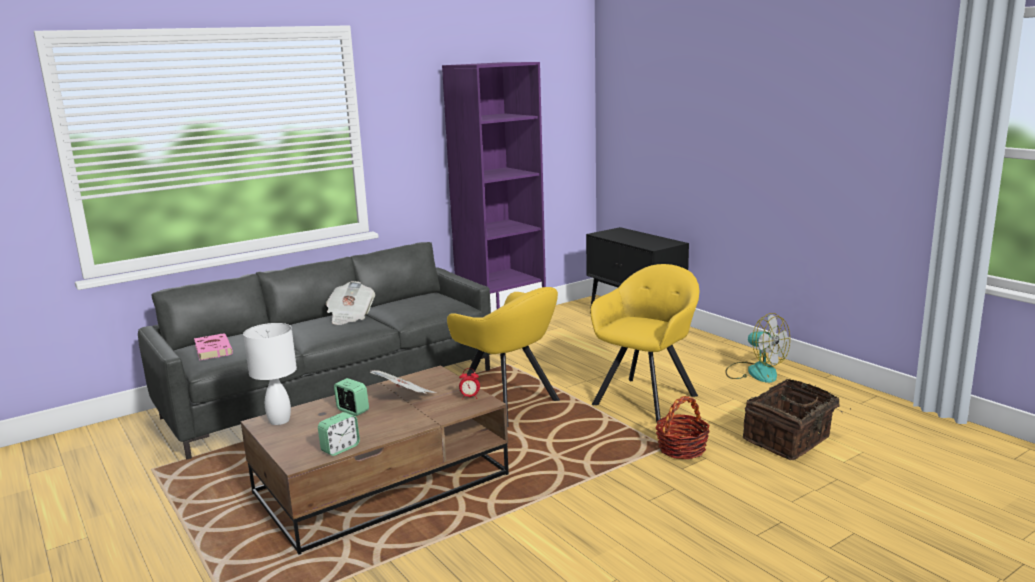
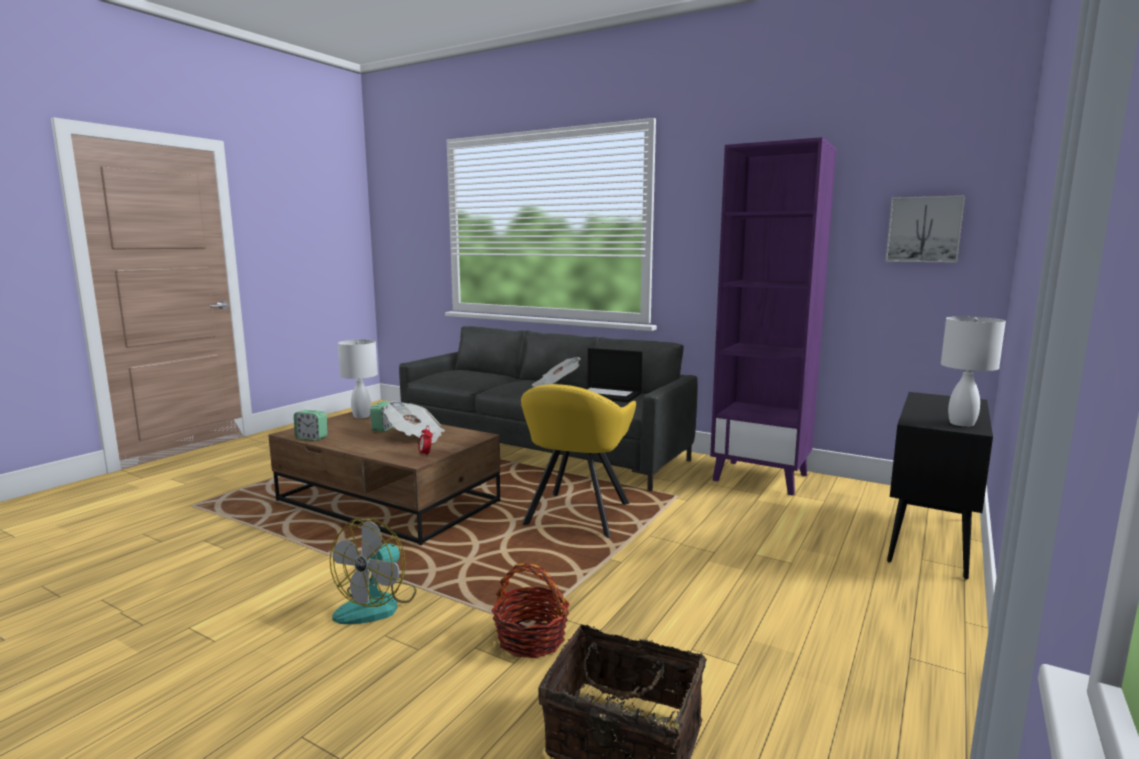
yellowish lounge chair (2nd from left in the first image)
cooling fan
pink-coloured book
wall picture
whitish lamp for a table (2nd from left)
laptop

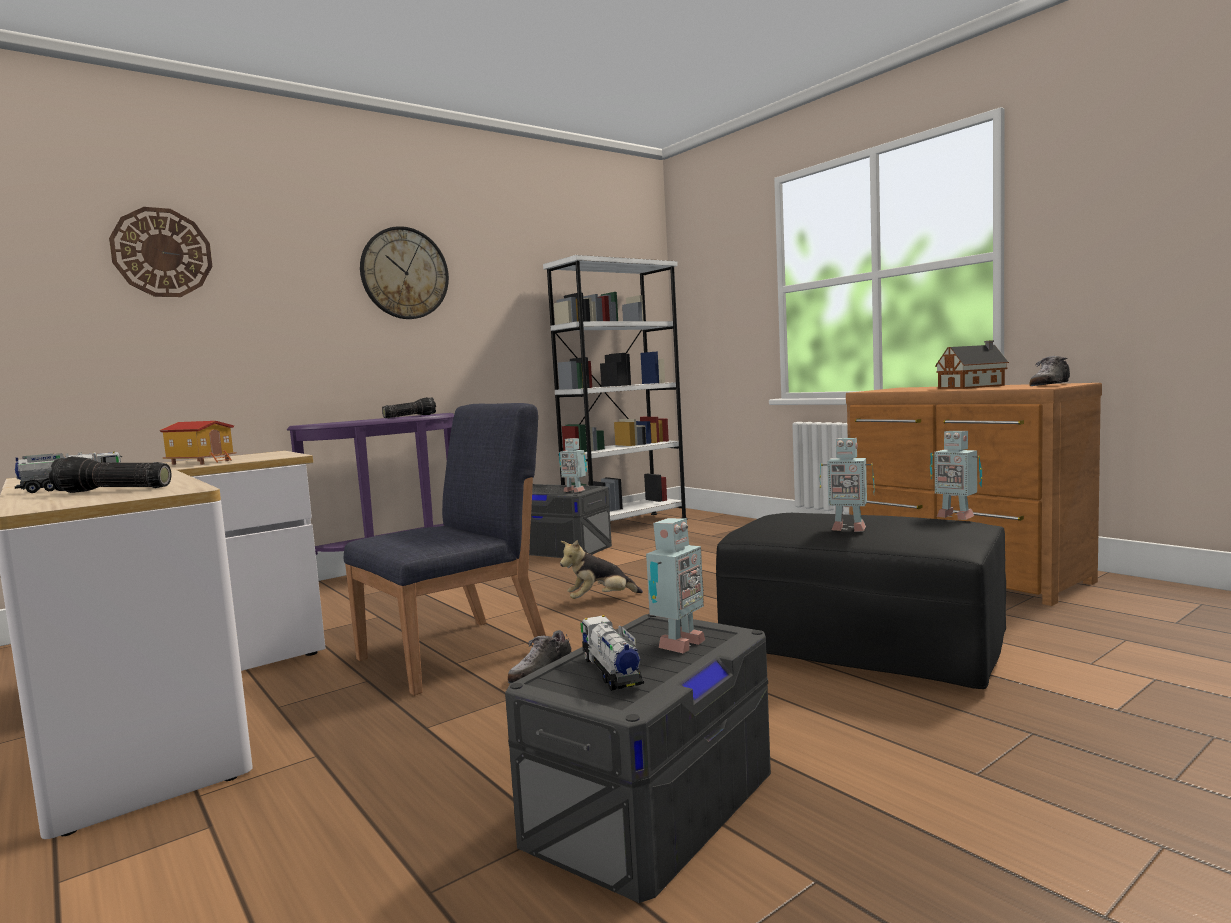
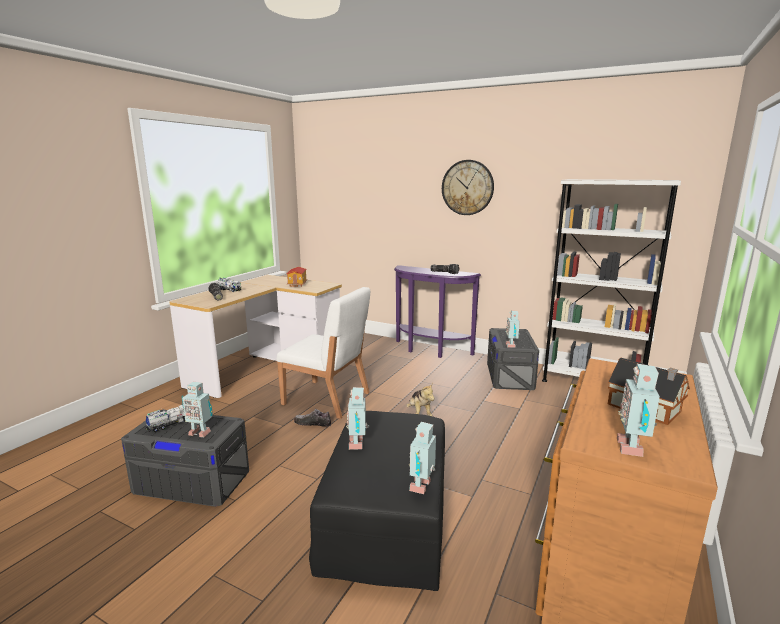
clock on the wall (1st from left in the first image)
robot figure (5th from left)
whitish chair
cuddly toy

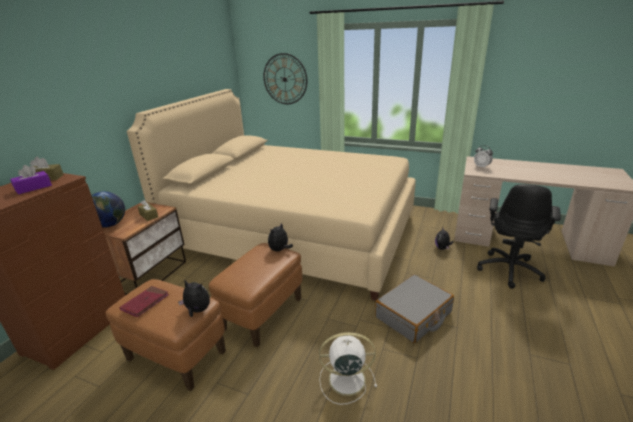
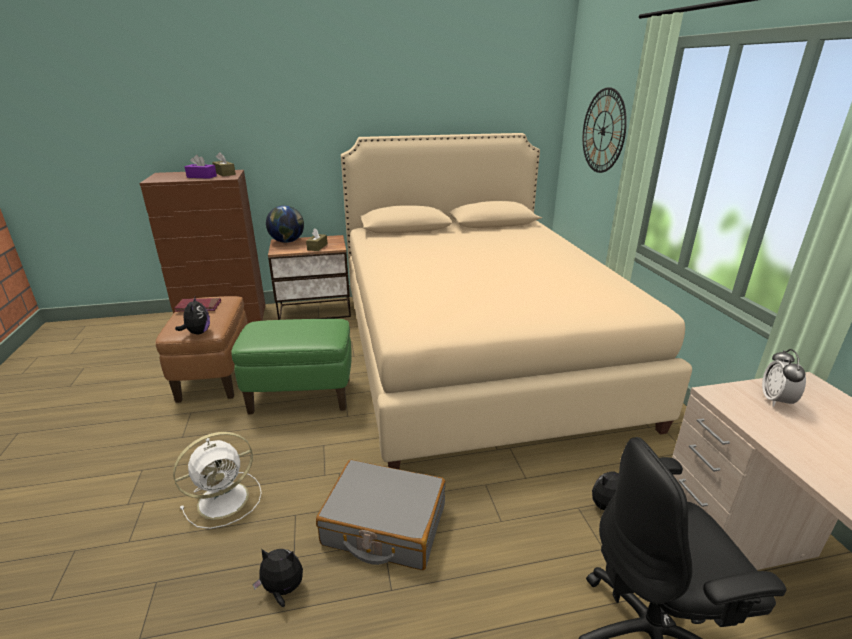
cuddly toy (2nd from left)
green-coloured footrest
whitish cooling fan

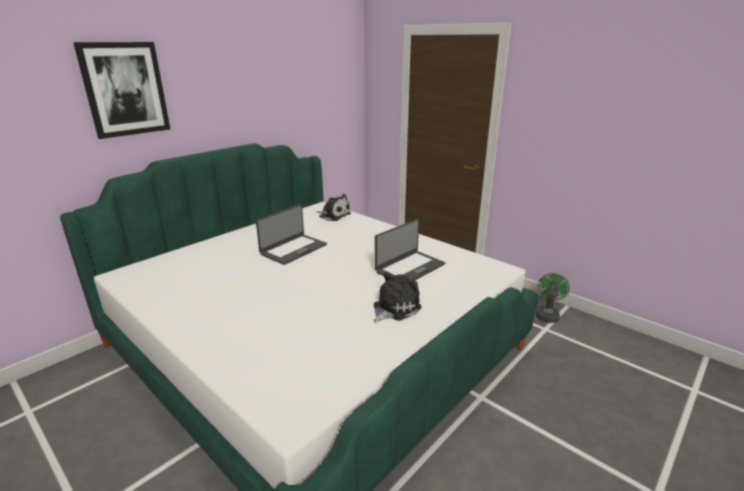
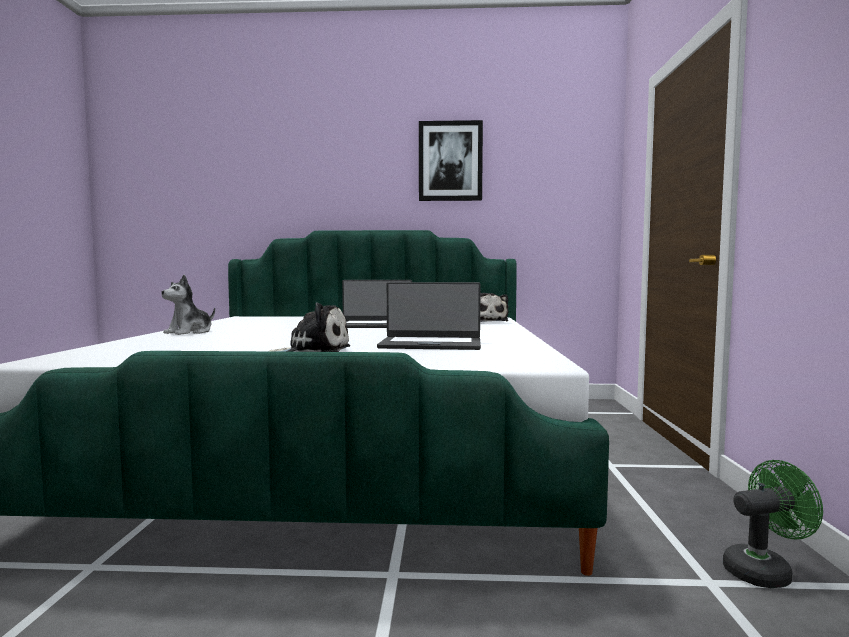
wall picture
cuddly toy (1st from left)

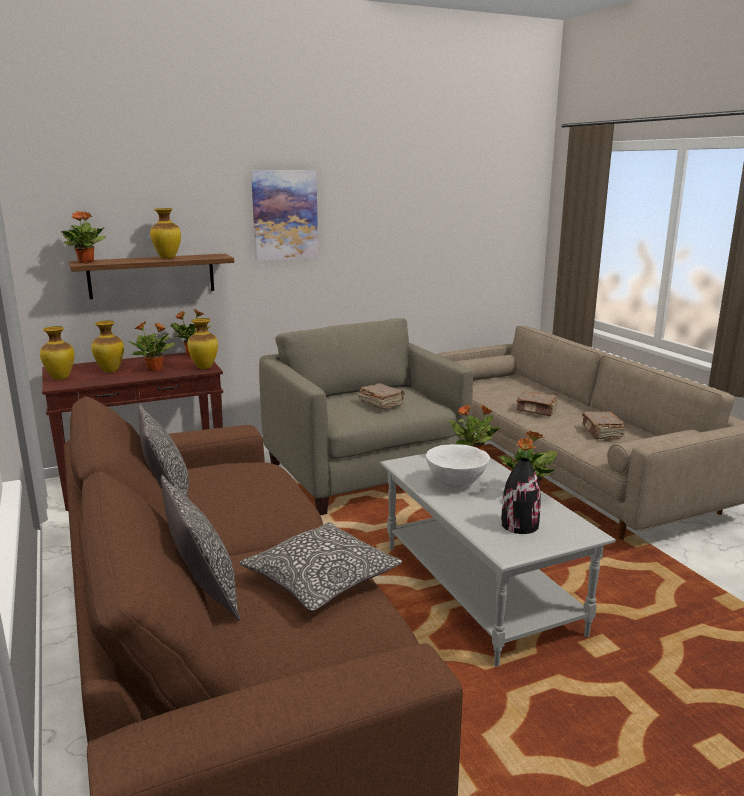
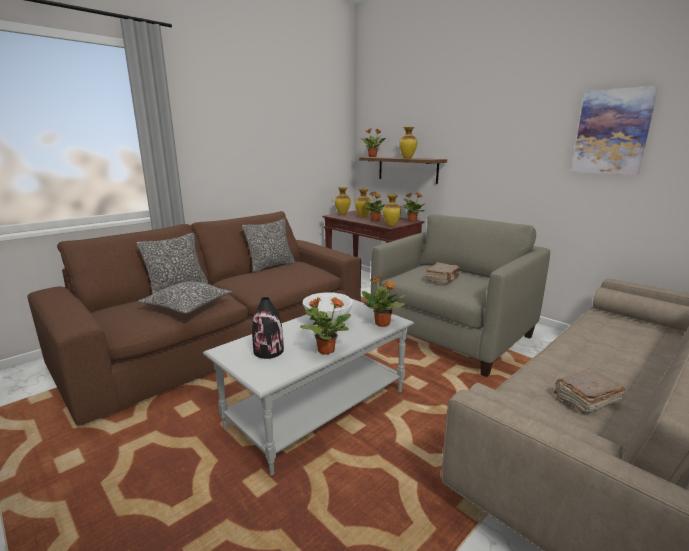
wall picture
brownish book (2nd from left in the first image)

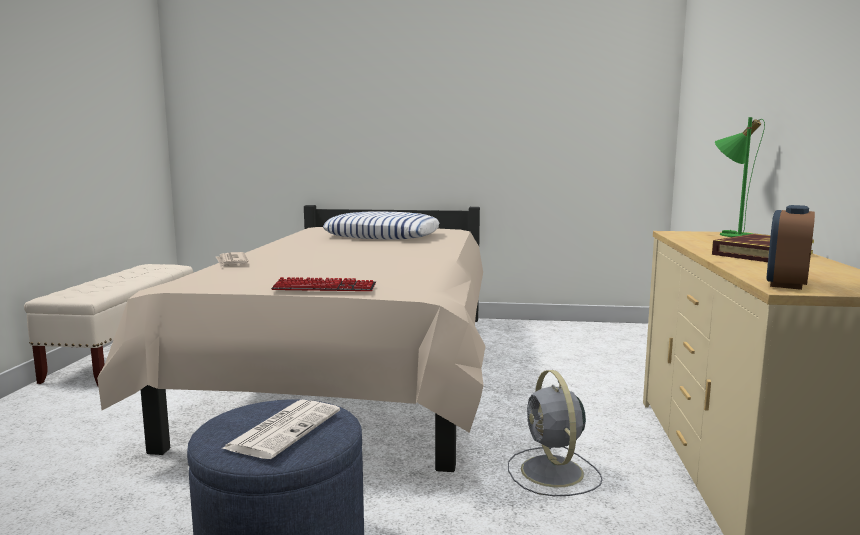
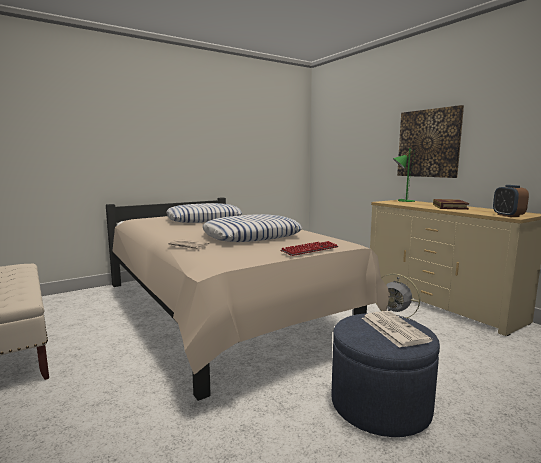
wall picture
cushion (2nd from left)

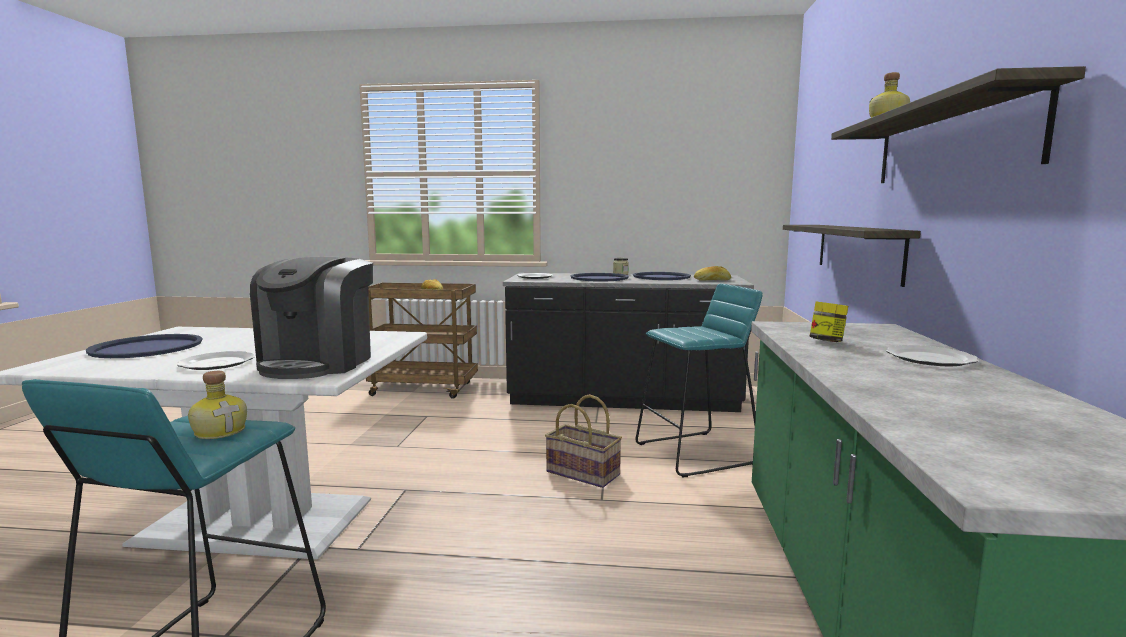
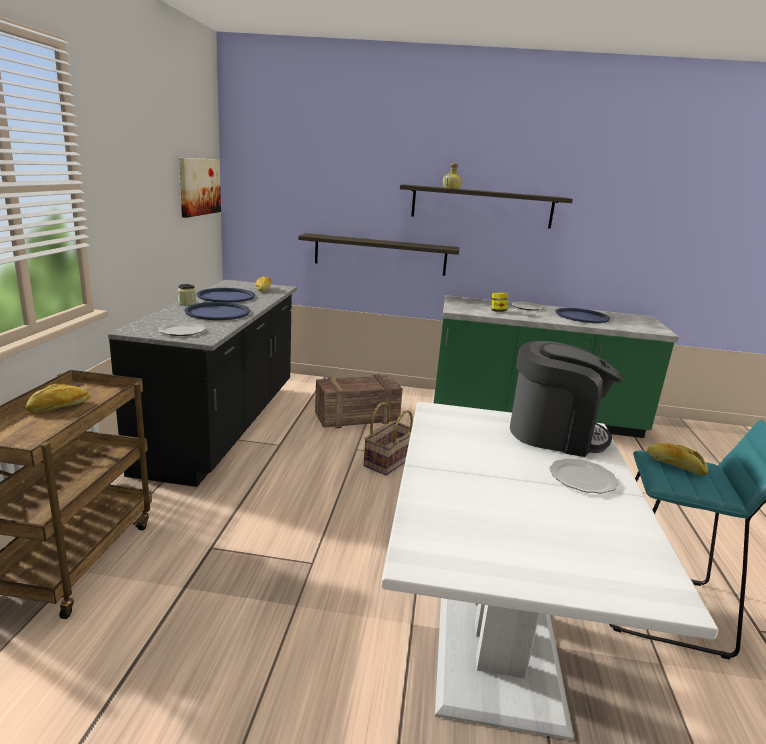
packing crate
blue serving tray (3rd from left)
baked bread (3rd from left)
wall picture

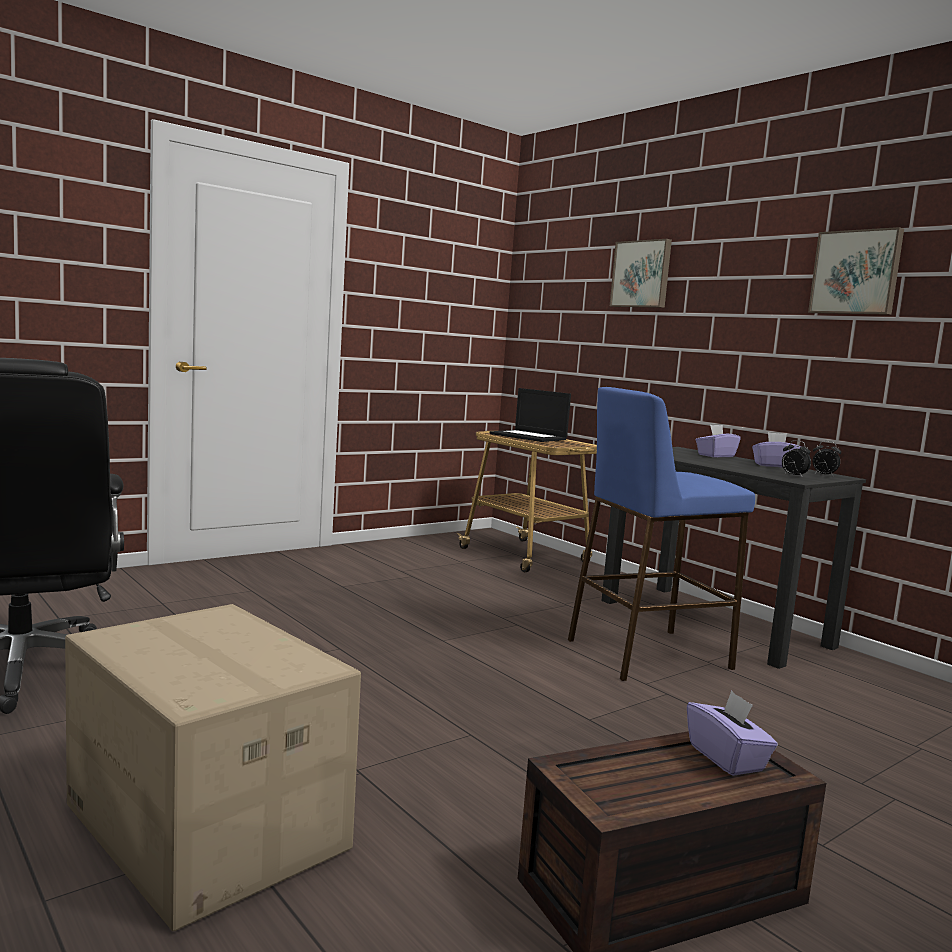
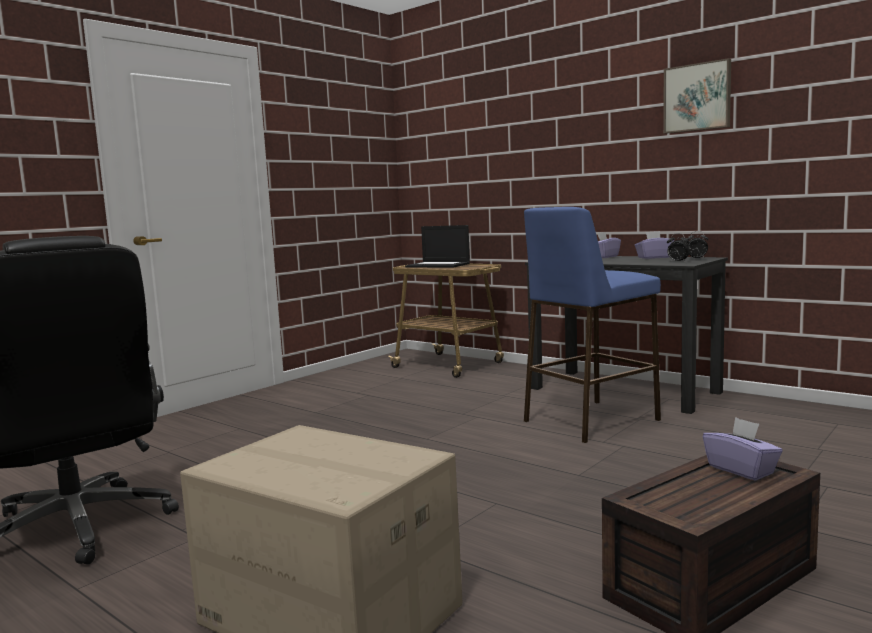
wall picture (1st from left in the first image)

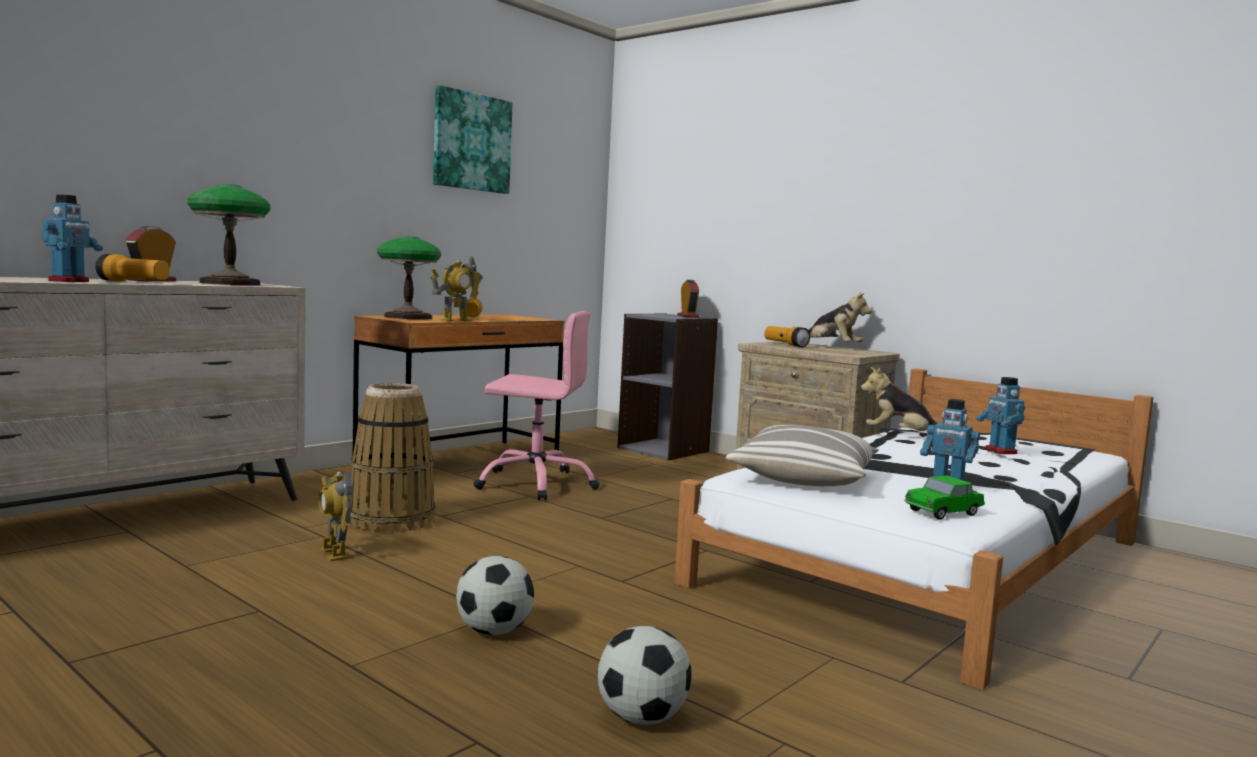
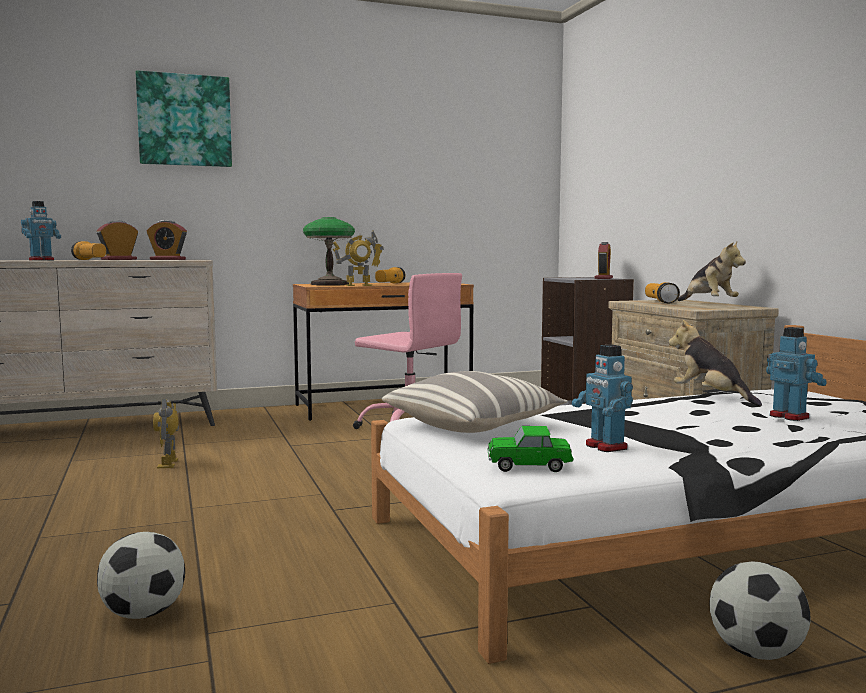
wall picture
alarm clock (2nd from left)
robot figure (5th from left)
basket
football (2nd from left)

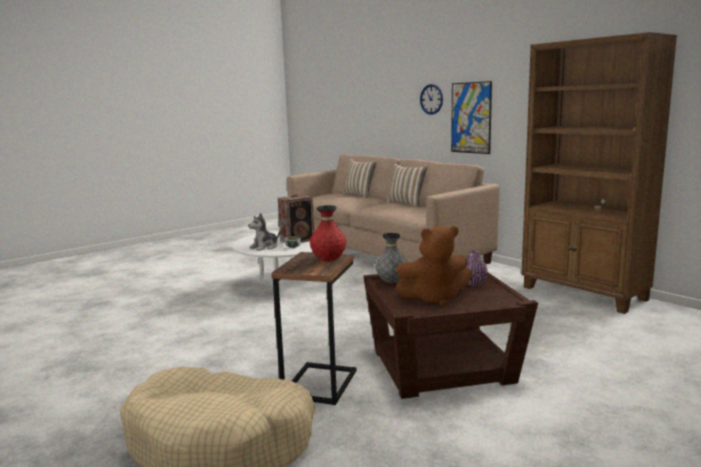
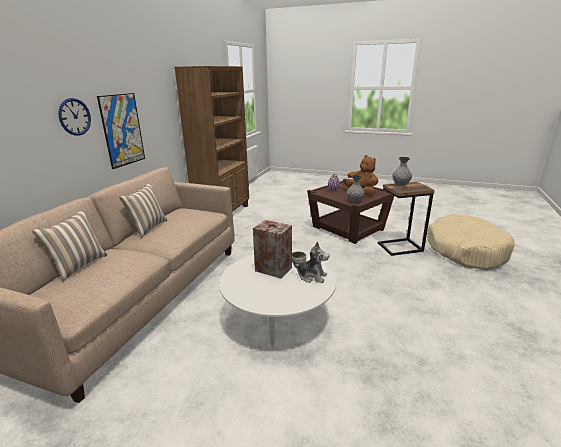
gray decorative vase (2nd from left)

